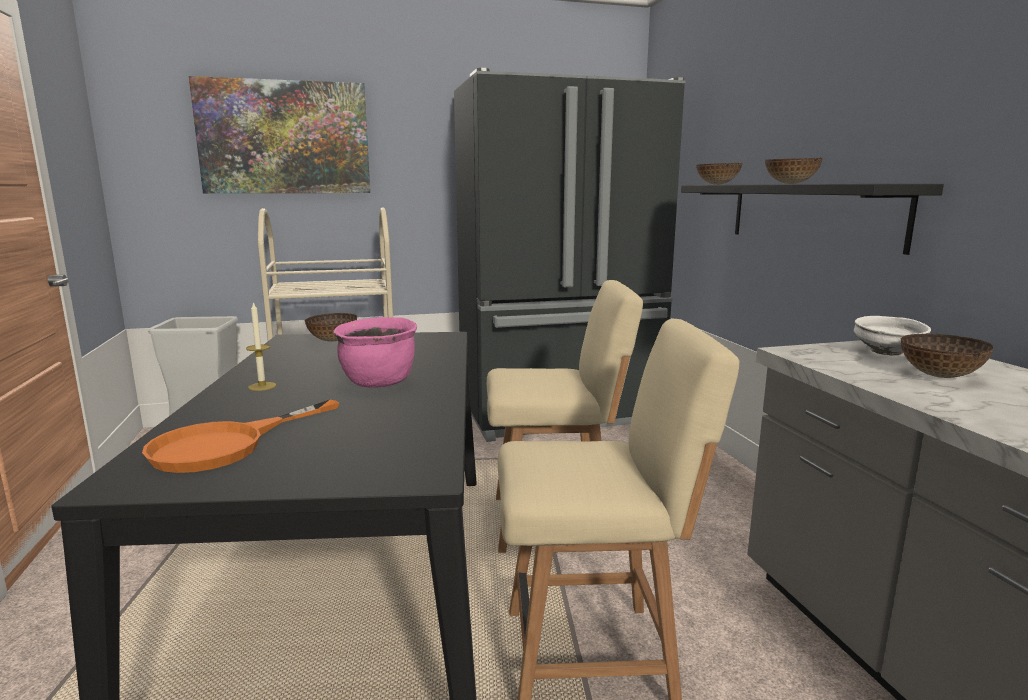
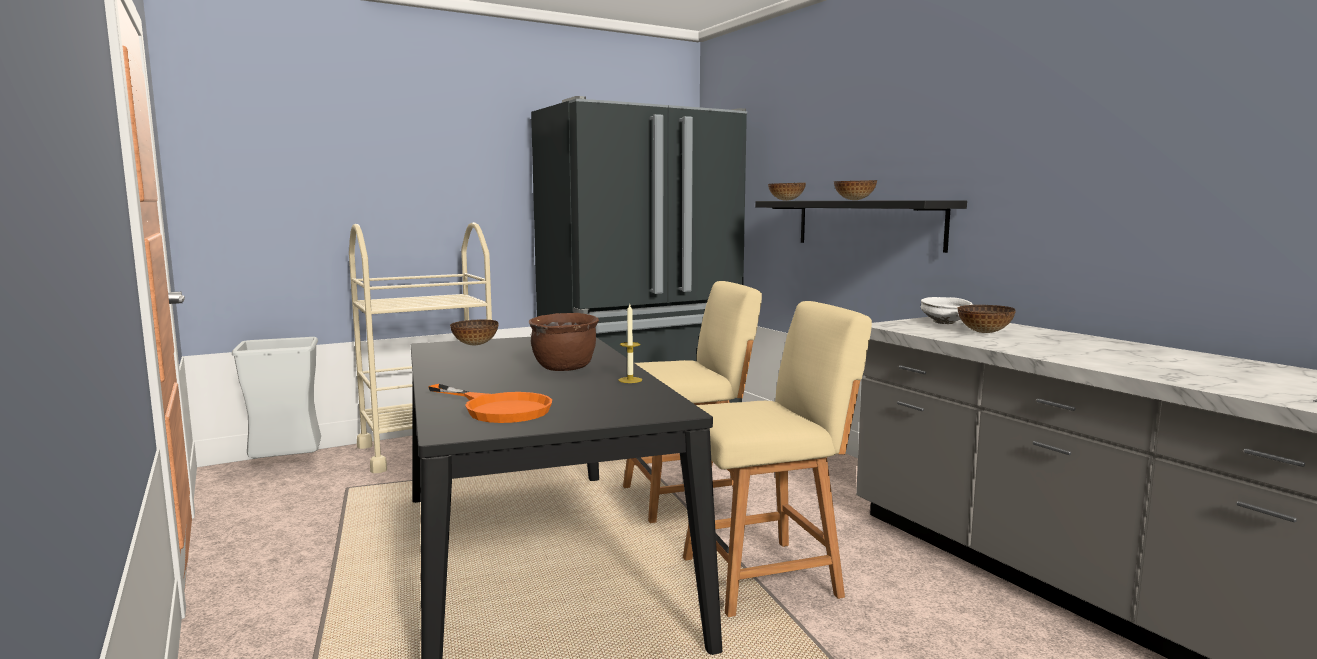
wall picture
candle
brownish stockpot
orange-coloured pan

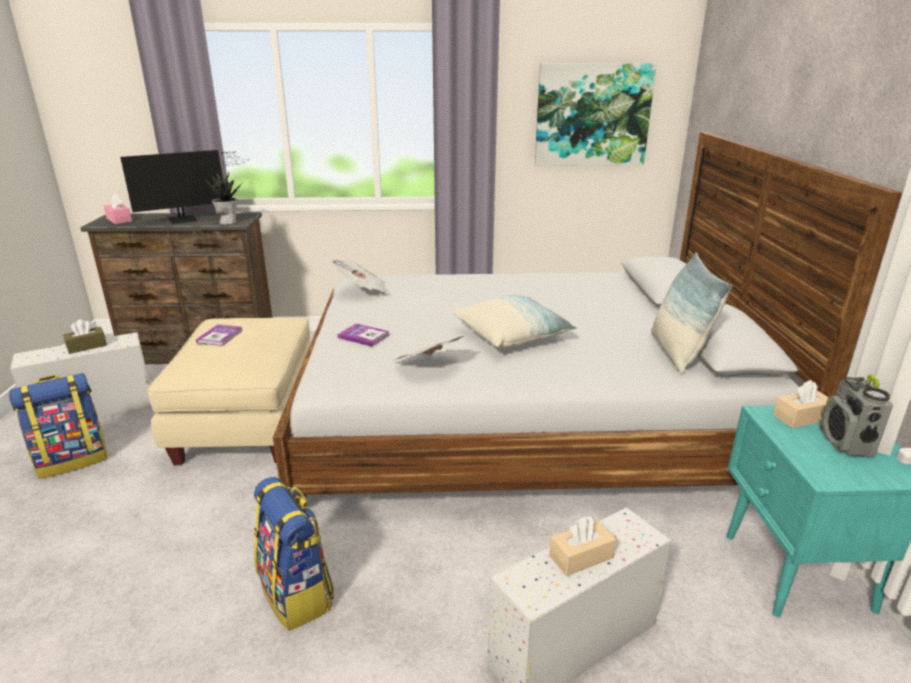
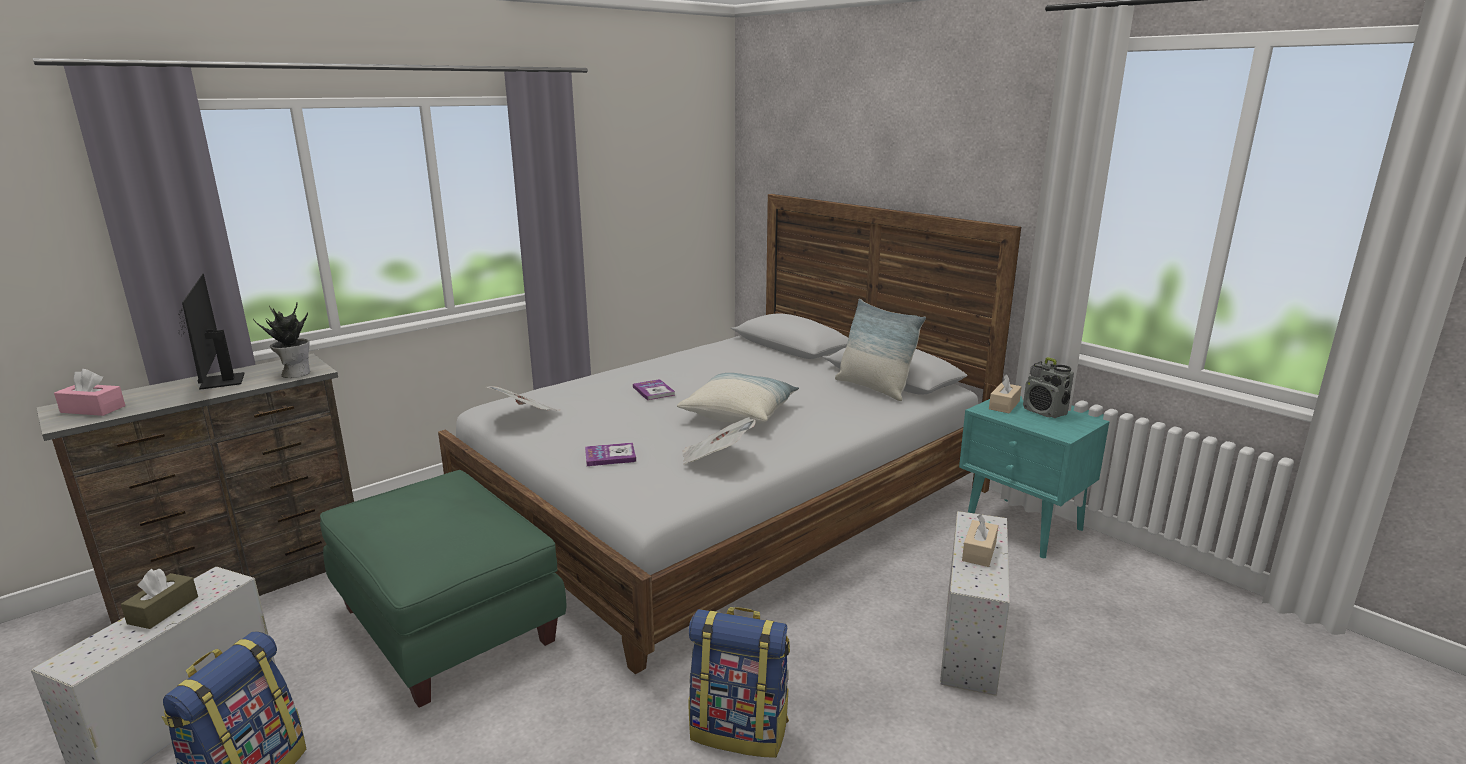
wall picture
computer display
green-coloured footrest
book (2nd from left)

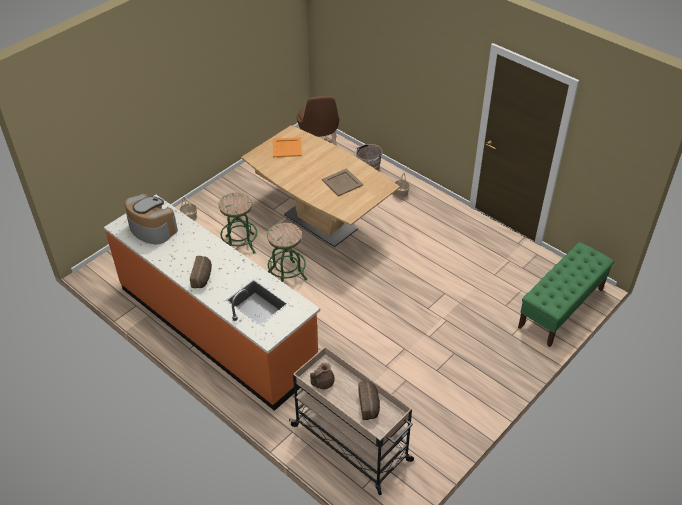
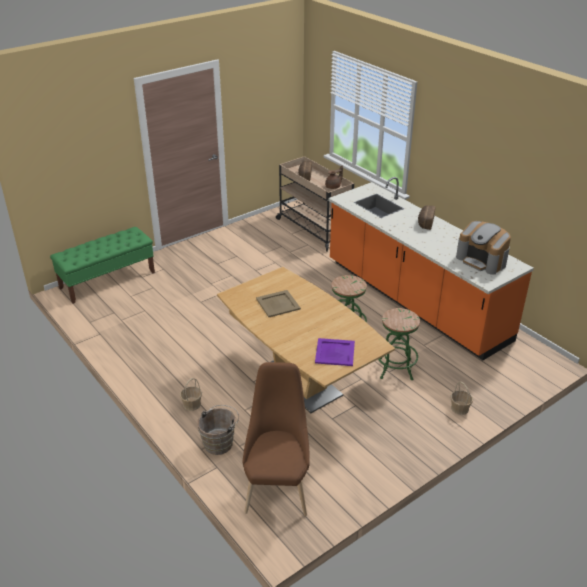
purplish serving tray

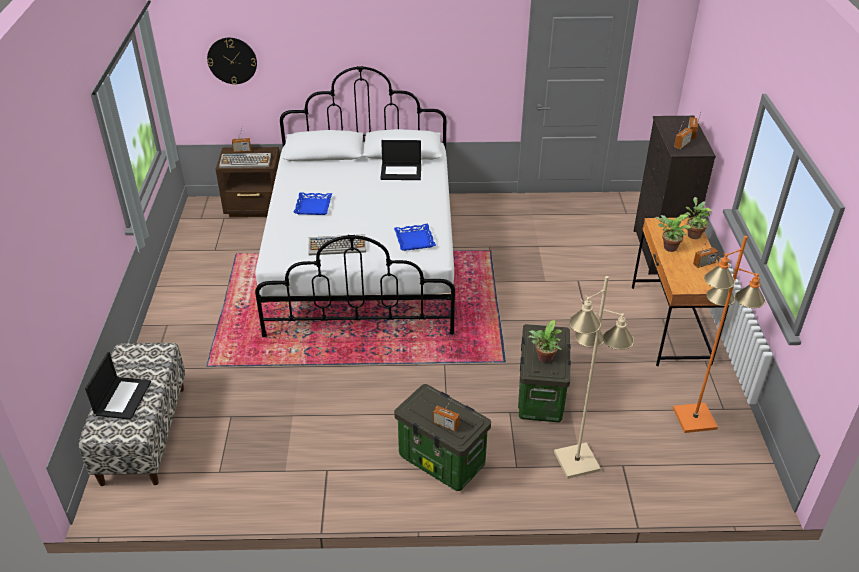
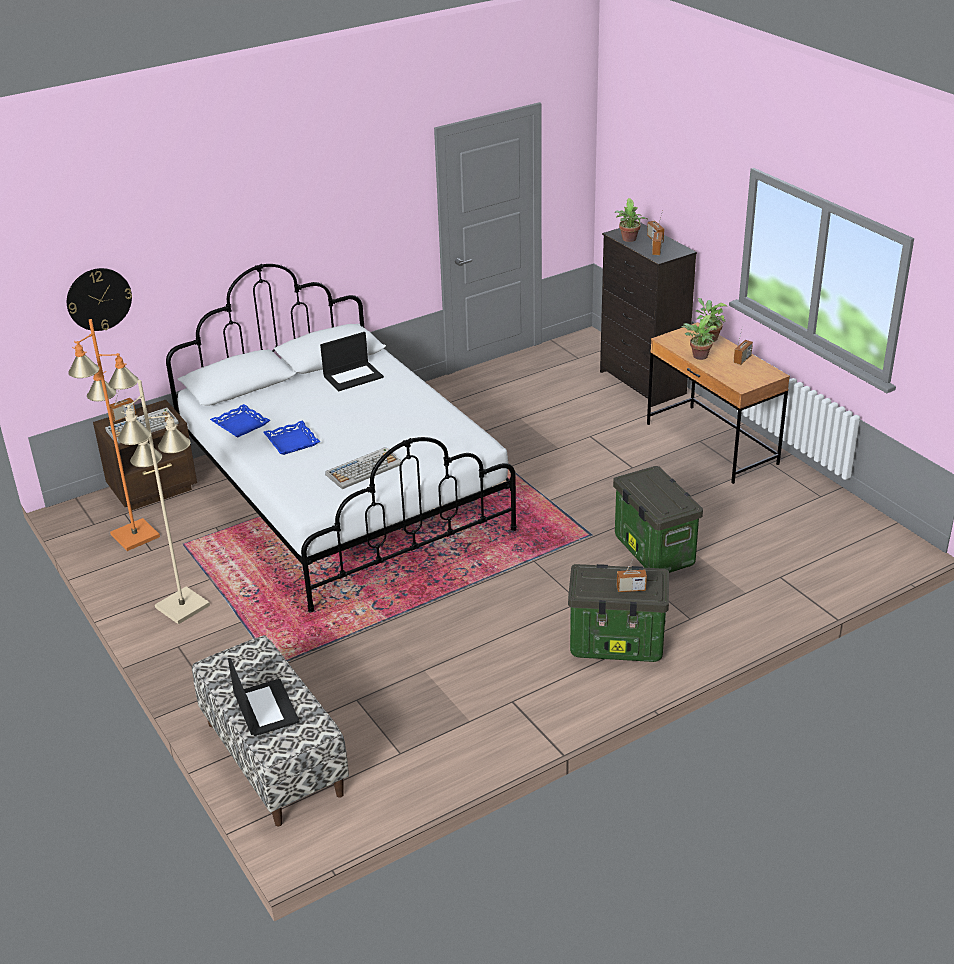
blue serving tray (1st from left)
orange-coloured standard lamp
beige-coloured standard lamp
plant in a pot (1st from left)

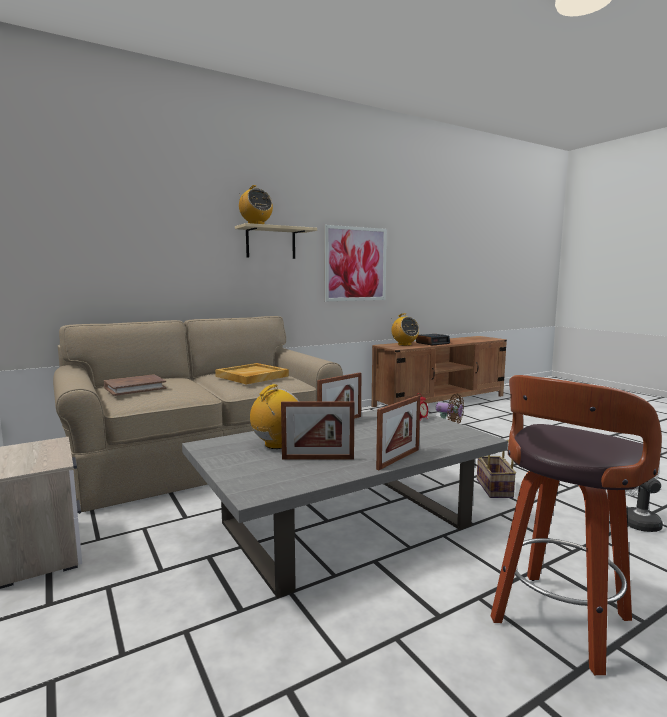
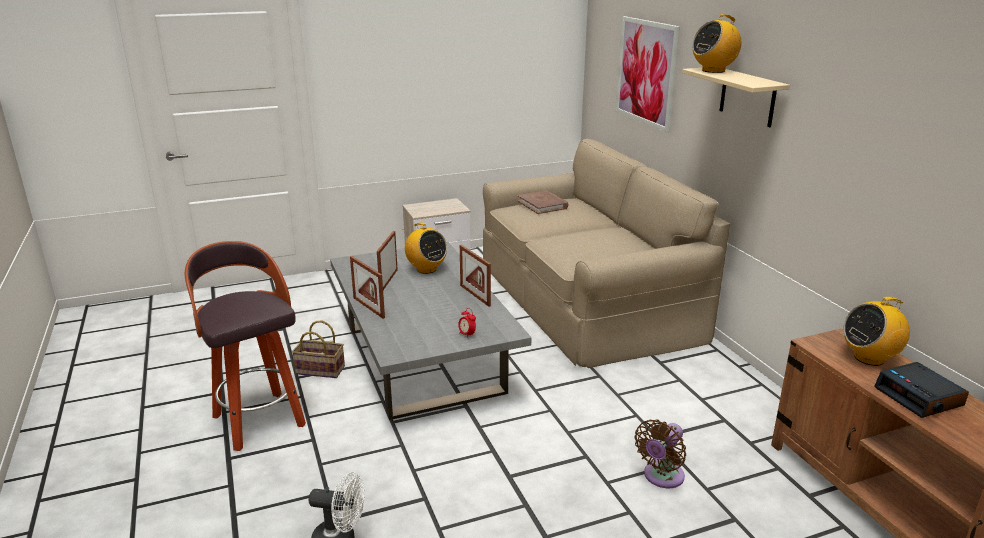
wall picture
beige-coloured serving tray
basket

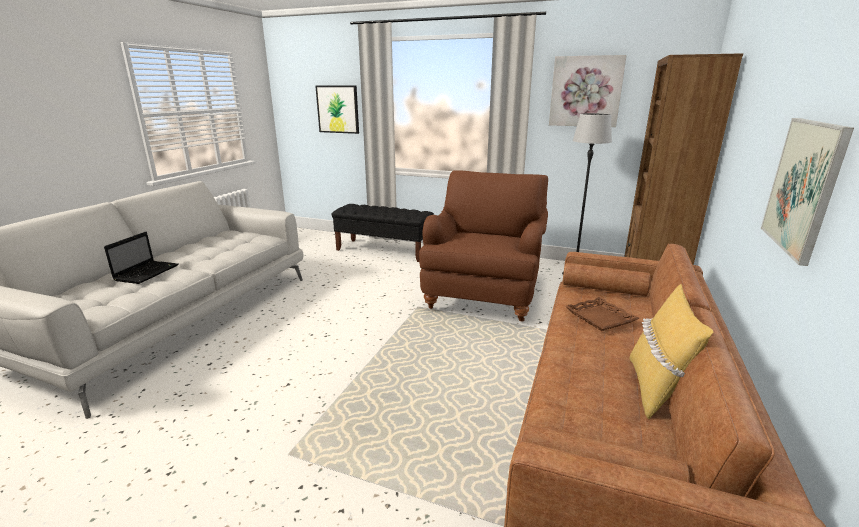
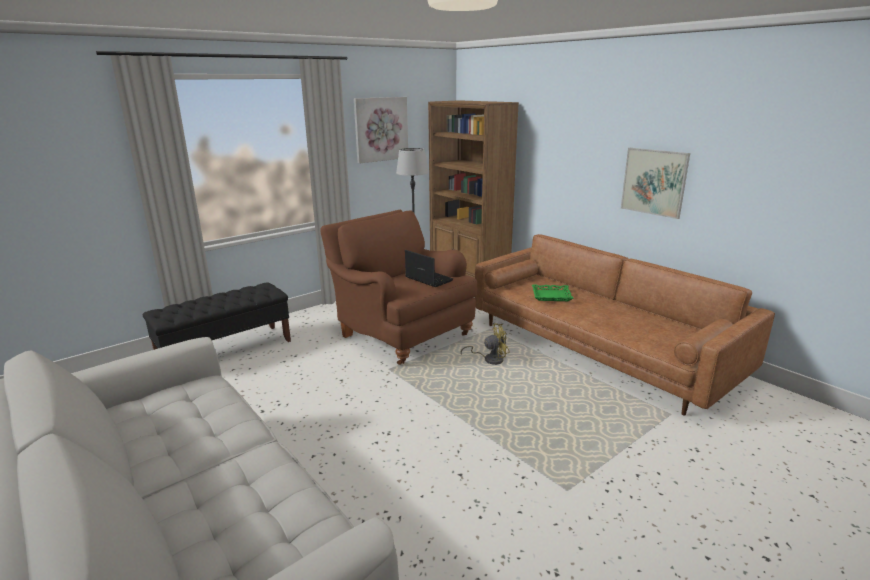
wall picture (1st from left in the first image)
laptop
yellowish cushion
green-coloured serving tray
yellowish cooling fan

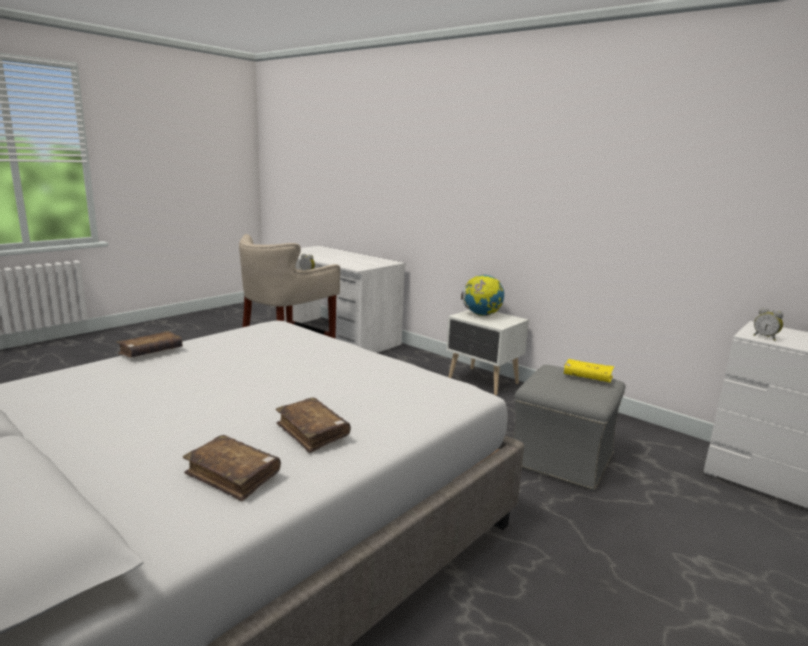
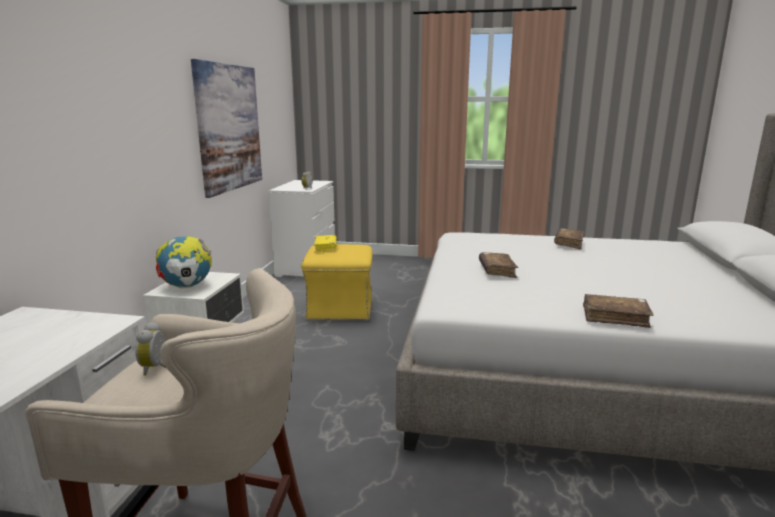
yellowish footrest
brownish book (1st from left)
wall picture

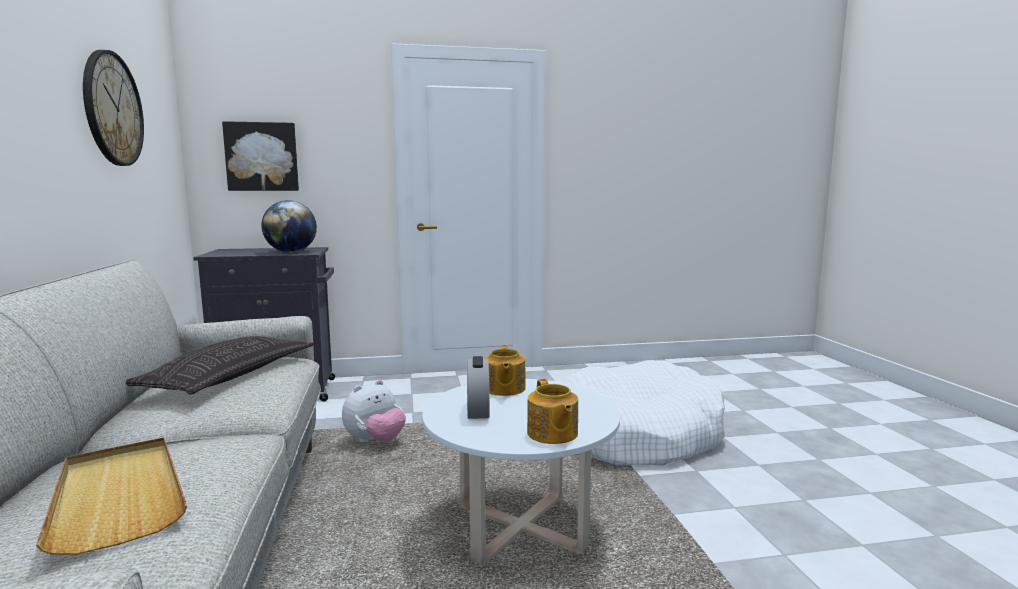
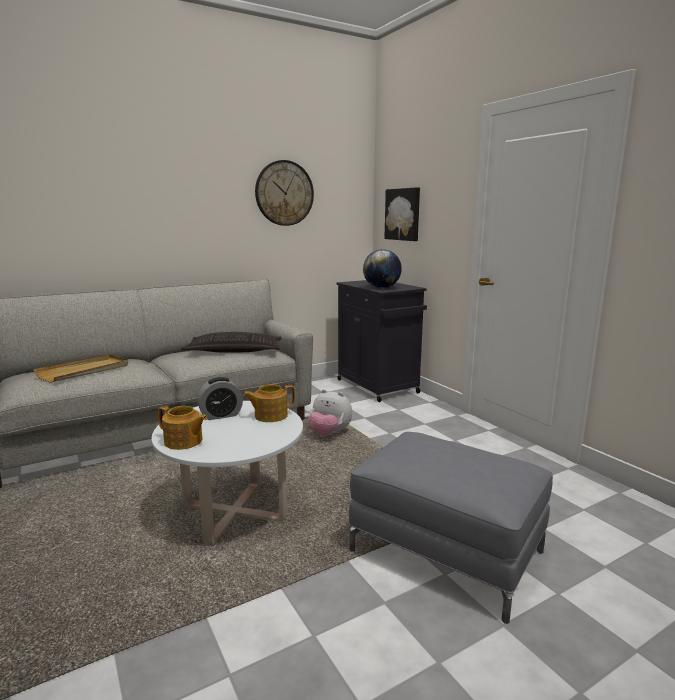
gray footrest
teapot (1st from left)

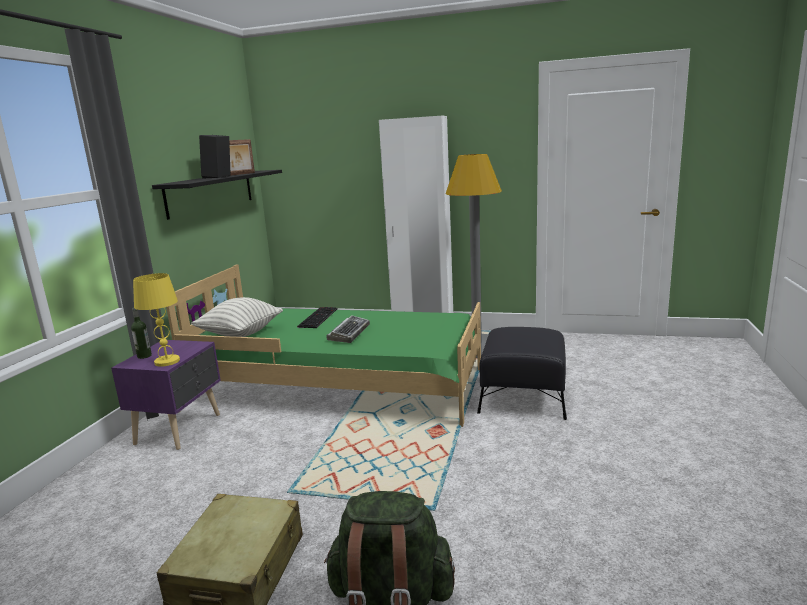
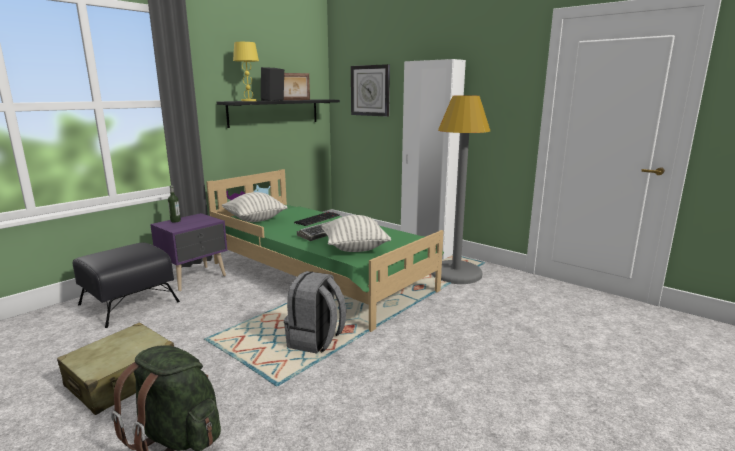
yellowish lamp for a table
black footrest
clock on the wall
cushion (2nd from left)
gray knapsack

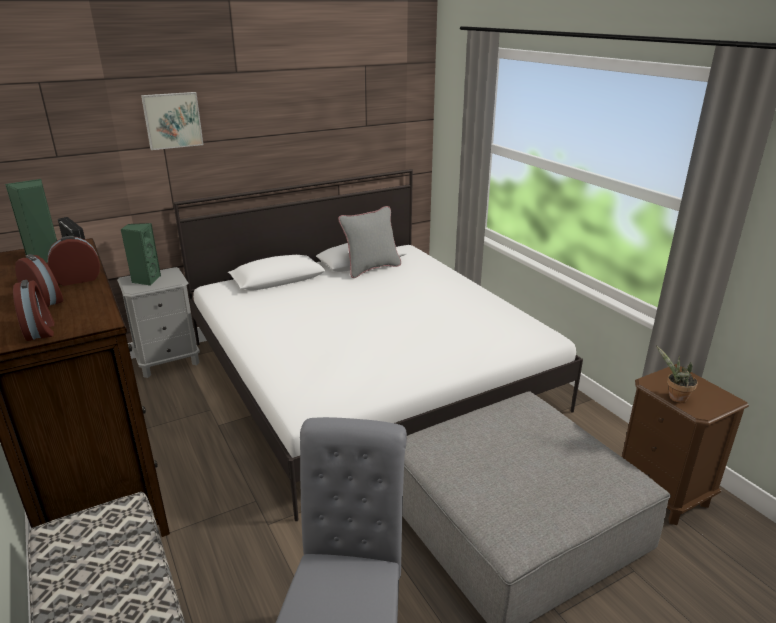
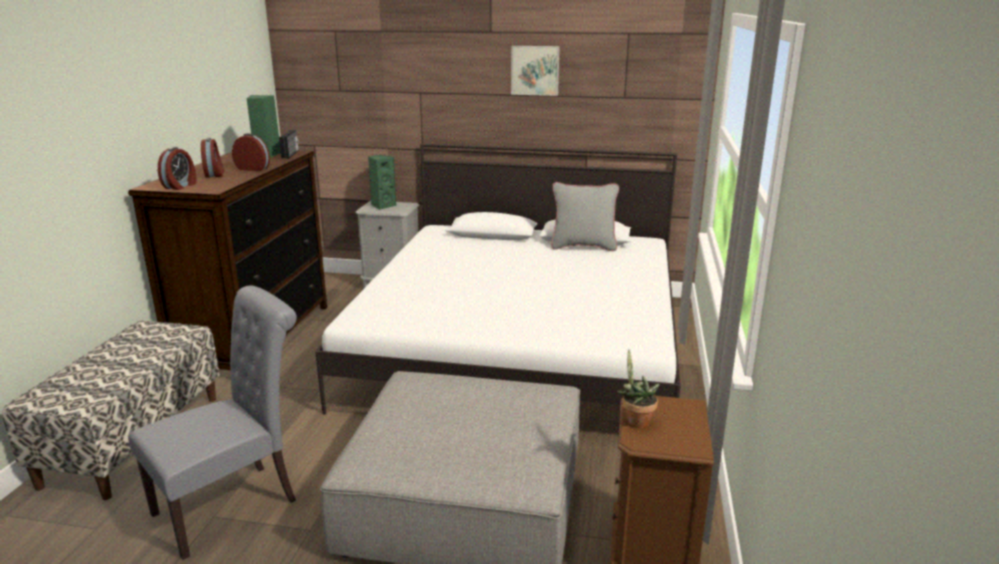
wall picture

